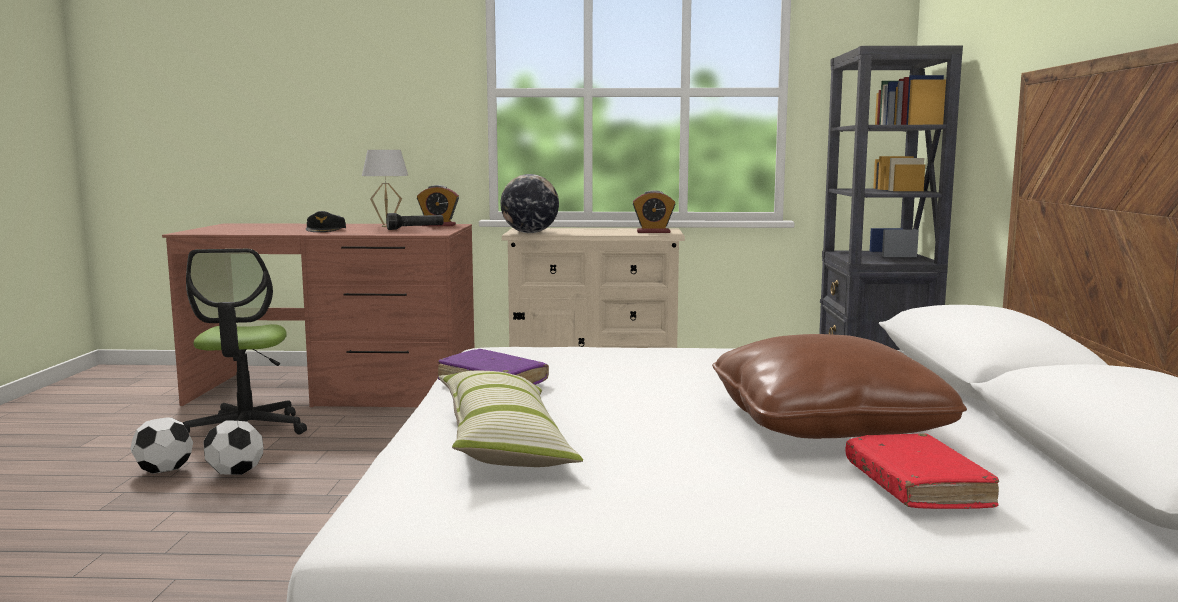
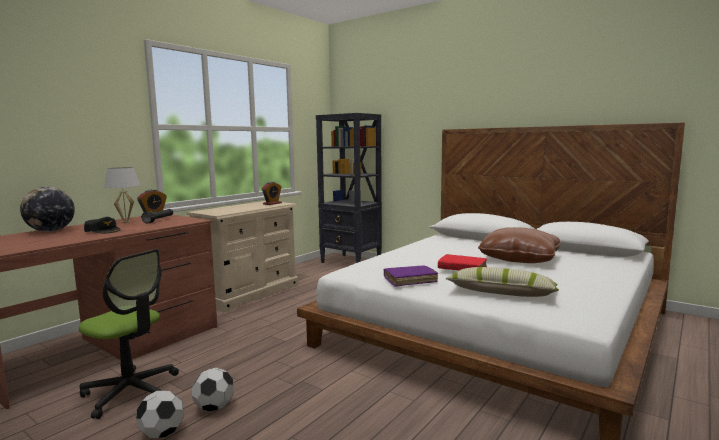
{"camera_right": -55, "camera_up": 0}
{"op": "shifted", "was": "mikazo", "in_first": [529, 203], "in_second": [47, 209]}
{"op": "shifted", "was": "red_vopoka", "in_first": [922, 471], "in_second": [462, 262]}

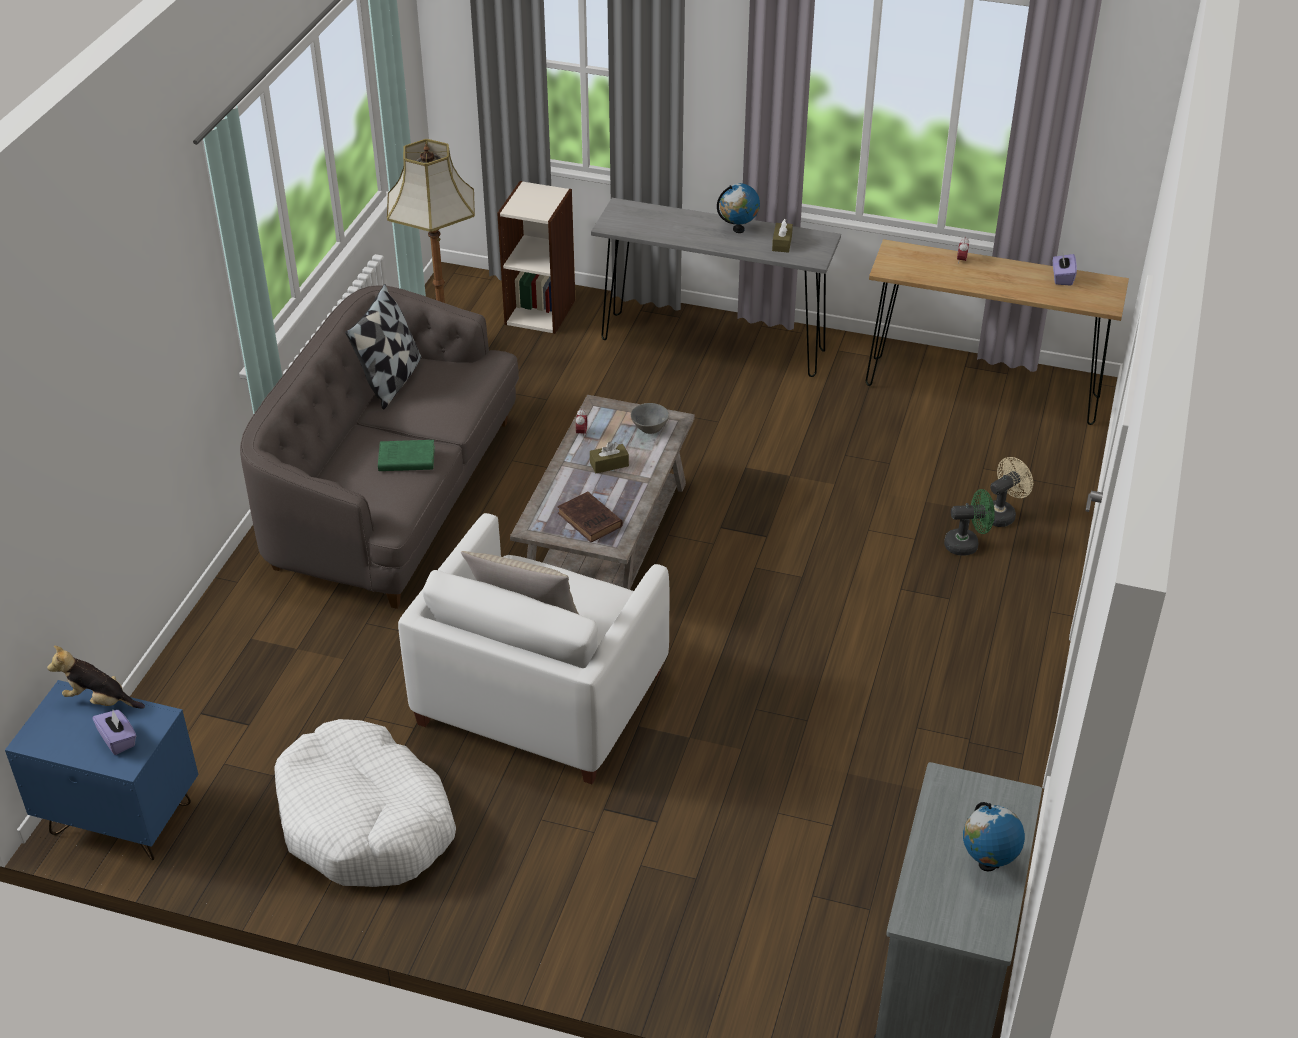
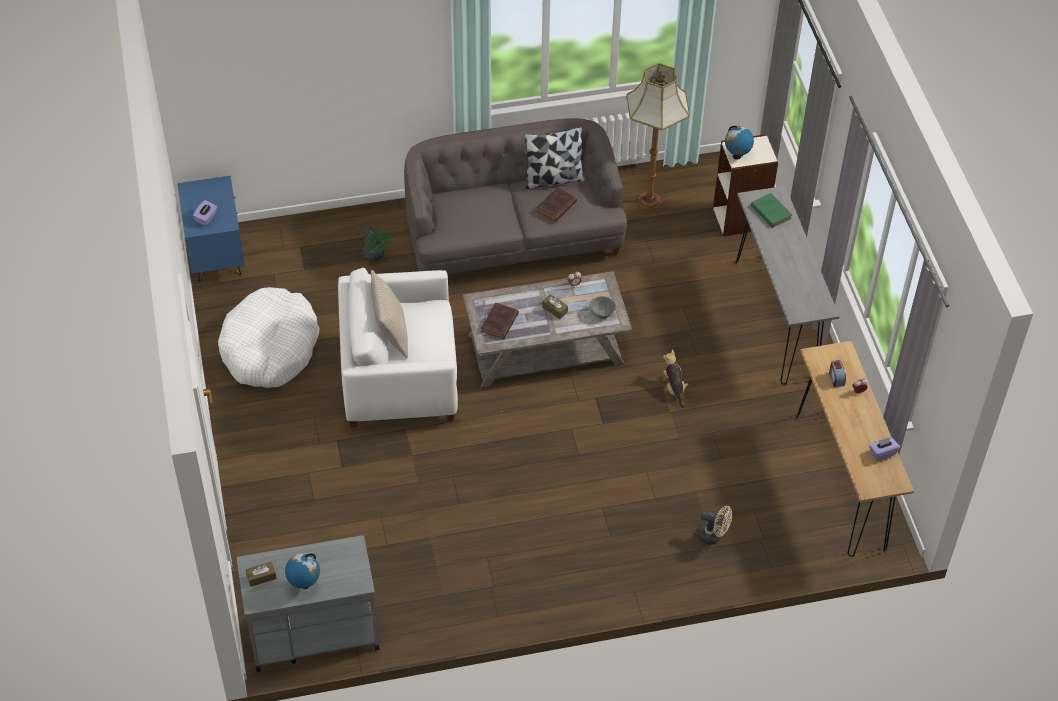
{"camera_right": 60, "camera_up": 10}
{"op": "new", "now": "brown_vopoka", "in_second": [557, 204]}
{"op": "new", "now": "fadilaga", "in_second": [837, 374]}
{"op": "shifted", "was": "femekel", "in_first": [96, 677], "in_second": [675, 378]}
{"op": "shifted", "was": "green_vopoka", "in_first": [406, 455], "in_second": [771, 210]}
{"op": "shifted", "was": "mikazo", "in_first": [738, 208], "in_second": [739, 142]}
{"op": "shifted", "was": "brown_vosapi", "in_first": [782, 236], "in_second": [261, 574]}
{"op": "shifted", "was": "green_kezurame", "in_first": [969, 522], "in_second": [376, 244]}

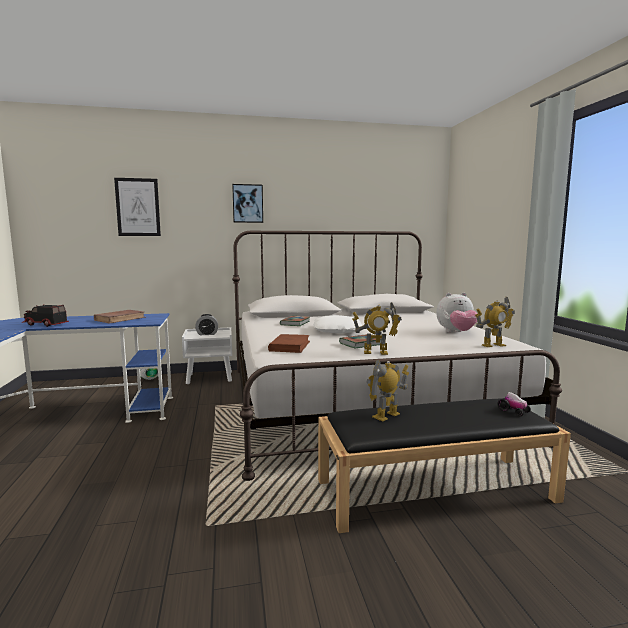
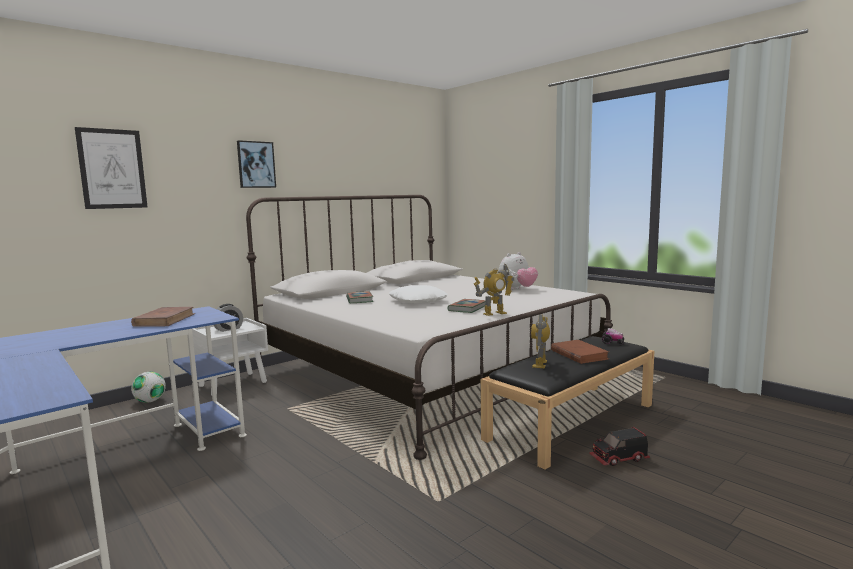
{"camera_right": -30, "camera_up": 0}
{"op": "gone", "was": "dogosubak", "in_first": [495, 322]}
{"op": "shifted", "was": "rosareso", "in_first": [45, 315], "in_second": [619, 446]}
{"op": "shifted", "was": "brown_vopoka", "in_first": [289, 343], "in_second": [580, 352]}

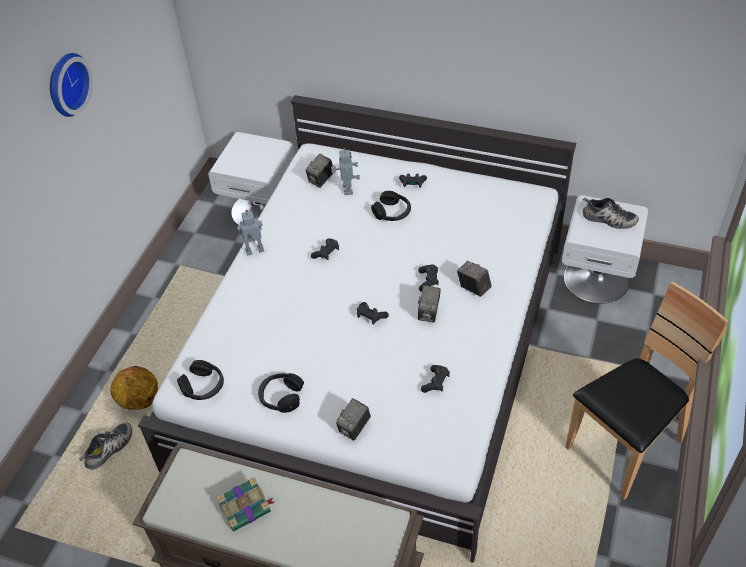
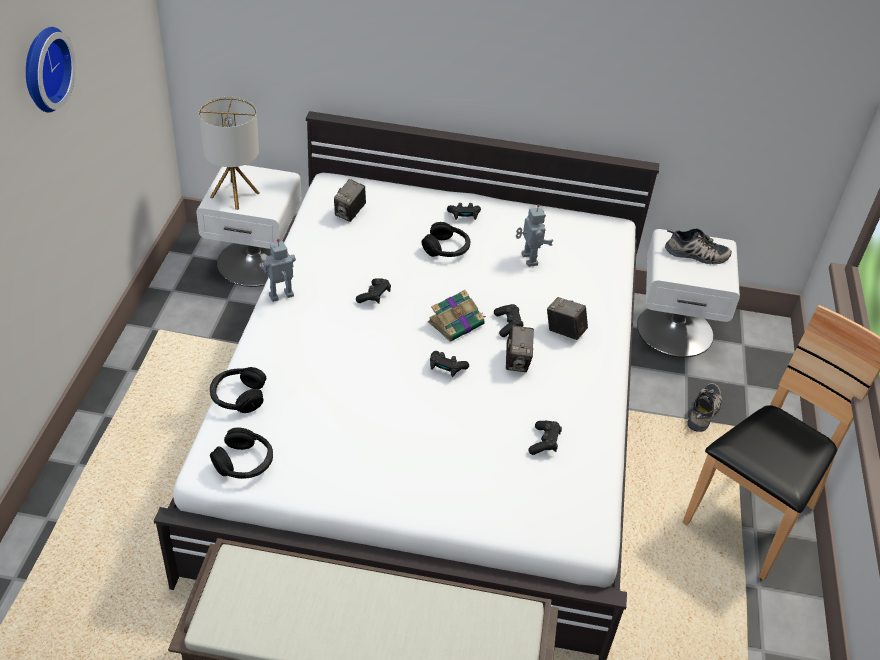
{"camera_right": -15, "camera_up": -5}
{"op": "gone", "was": "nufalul", "in_first": [134, 388]}
{"op": "gone", "was": "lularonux", "in_first": [353, 419]}
{"op": "new", "now": "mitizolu", "in_second": [229, 153]}
{"op": "shifted", "was": "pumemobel", "in_first": [105, 445], "in_second": [704, 407]}
{"op": "shifted", "was": "vopoka", "in_first": [246, 504], "in_second": [457, 316]}
{"op": "shifted", "was": "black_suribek", "in_first": [281, 393], "in_second": [238, 390]}
{"op": "shifted", "was": "dogosubak", "in_first": [345, 171], "in_second": [534, 235]}

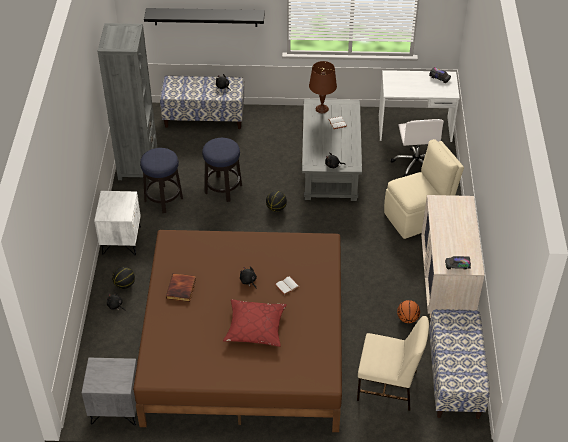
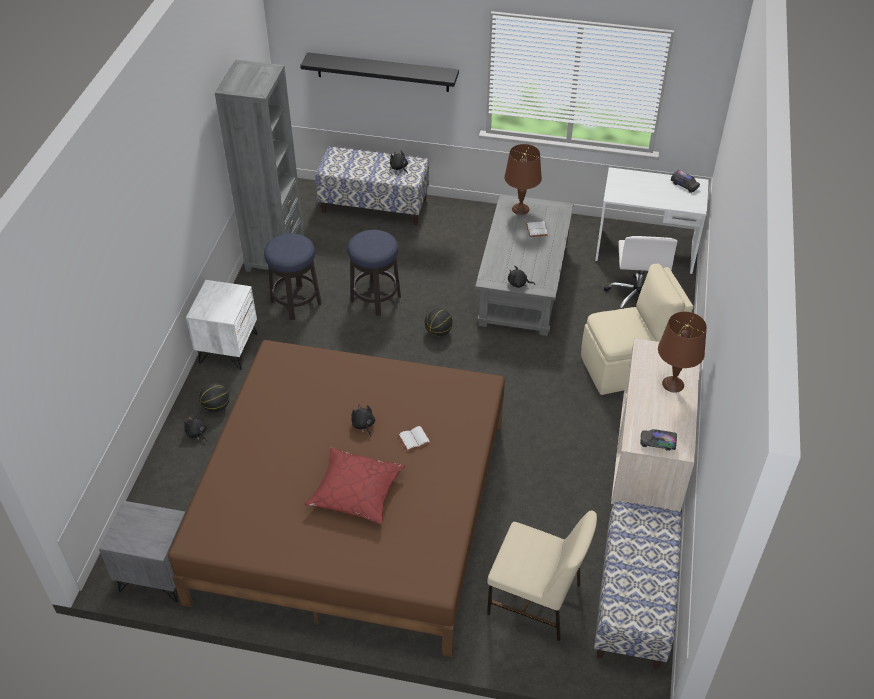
{"camera_right": 10, "camera_up": 0}
{"op": "gone", "was": "vopoka", "in_first": [181, 287]}
{"op": "gone", "was": "nufalul", "in_first": [408, 311]}
{"op": "new", "now": "brown_mitizolu", "in_second": [682, 352]}

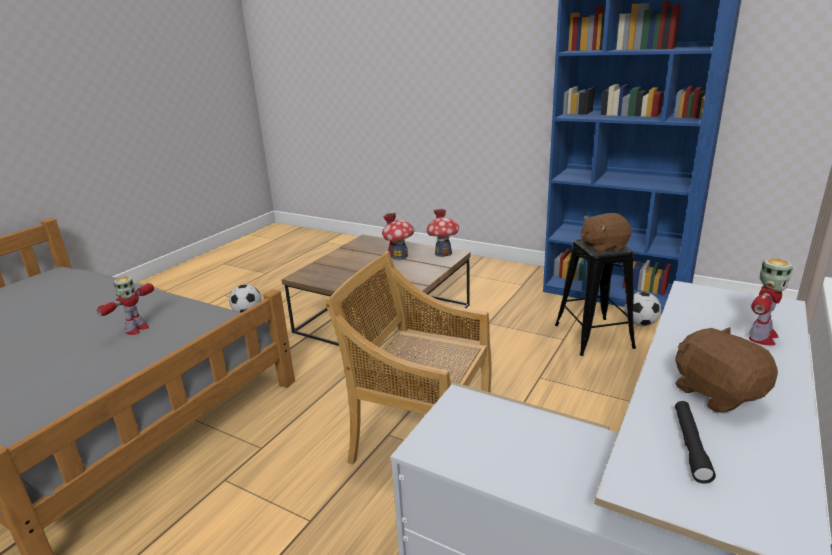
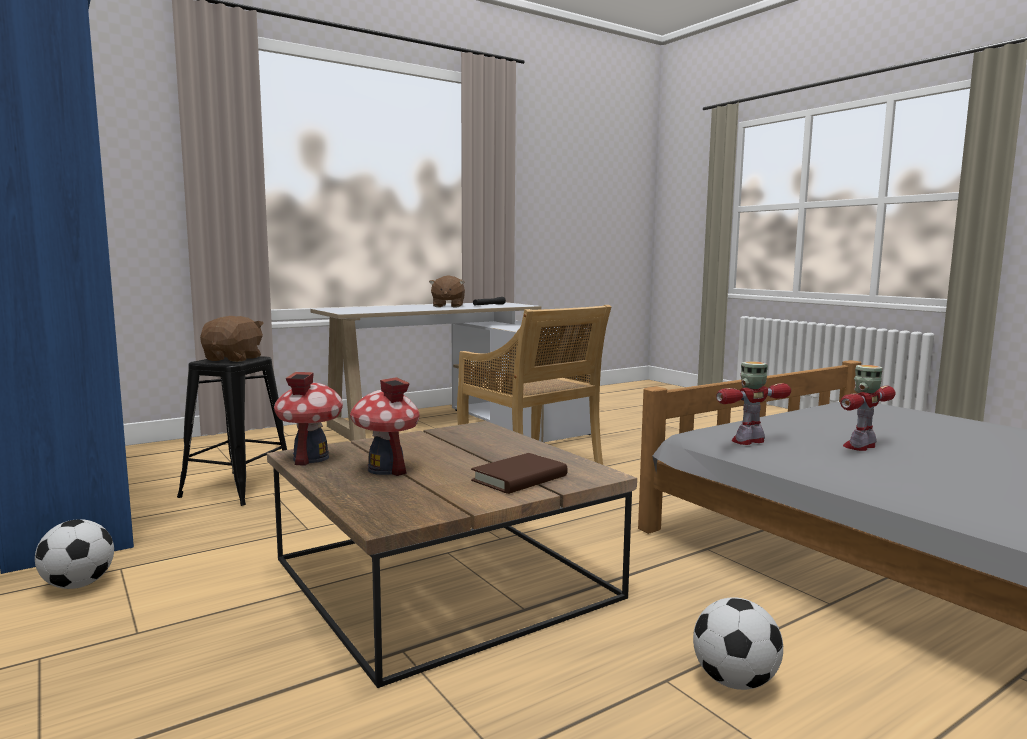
{"camera_right": -155, "camera_up": -15}
{"op": "new", "now": "brown_vopoka", "in_second": [519, 473]}
{"op": "shifted", "was": "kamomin", "in_first": [642, 309], "in_second": [74, 554]}
{"op": "shifted", "was": "dogosubak", "in_first": [771, 301], "in_second": [753, 403]}
{"op": "rotated", "was": "brown_femekel", "in_first": [606, 233], "in_second": [232, 339], "clockwise": -90}

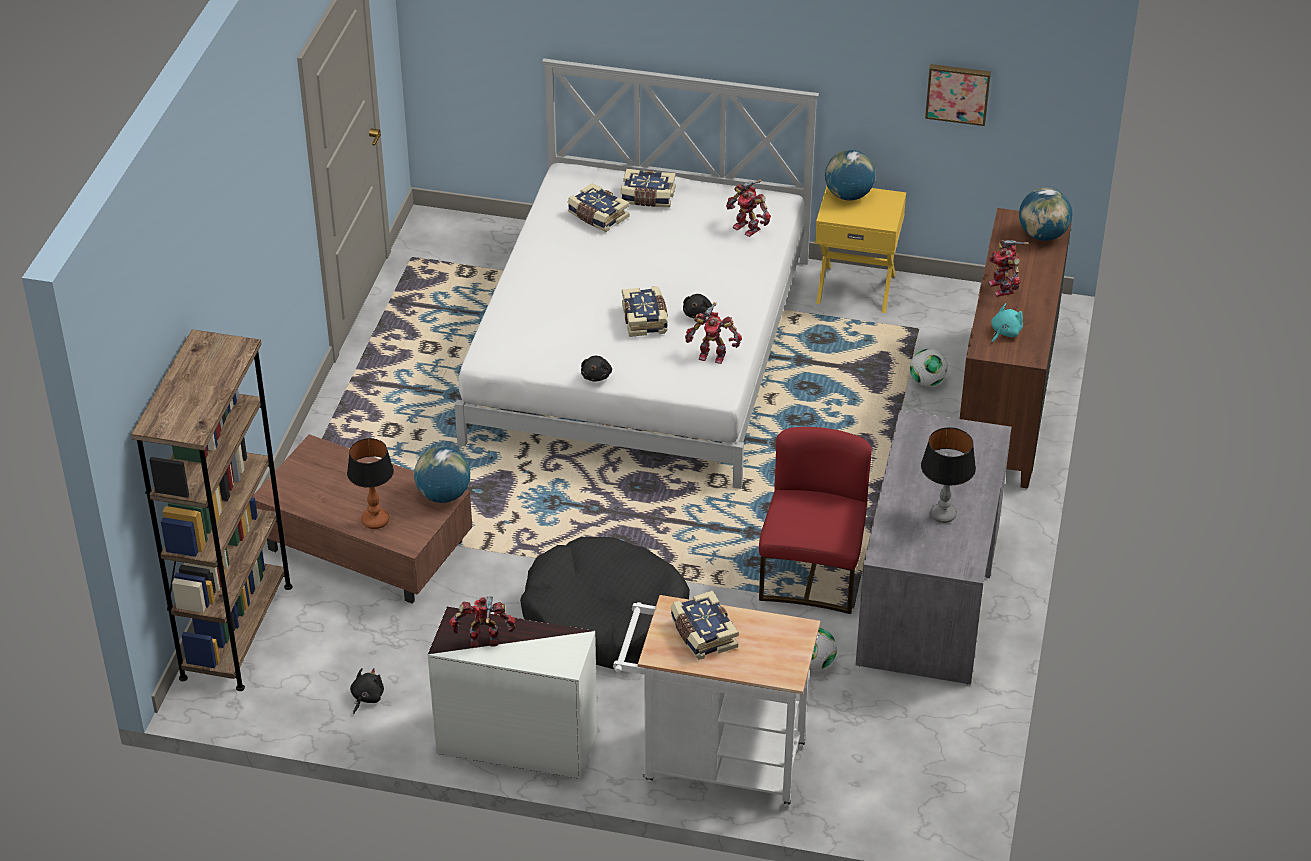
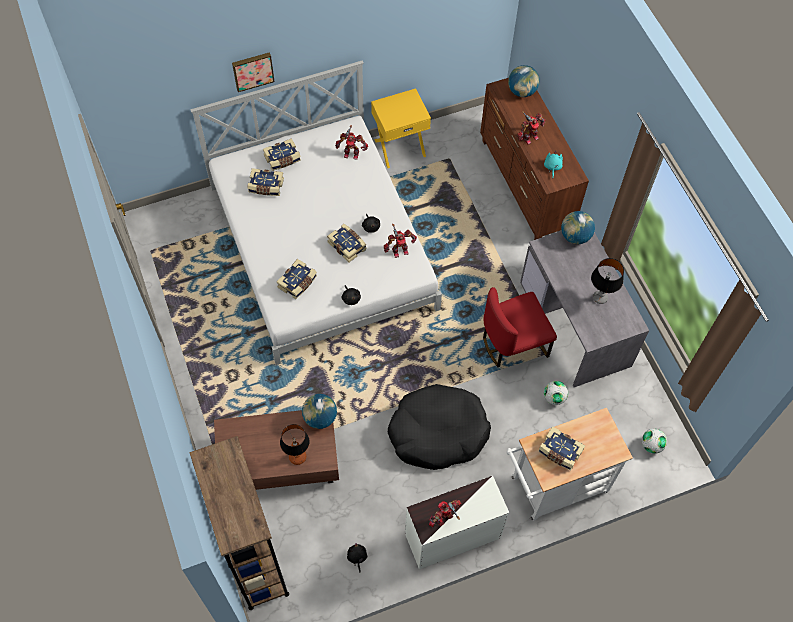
{"camera_right": -35, "camera_up": 20}
{"op": "new", "now": "vopoka", "in_second": [297, 279]}
{"op": "shifted", "was": "mikazo", "in_first": [850, 175], "in_second": [578, 227]}
{"op": "shifted", "was": "kamomin", "in_first": [929, 367], "in_second": [654, 441]}
{"op": "shifted", "was": "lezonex", "in_first": [958, 95], "in_second": [253, 72]}
{"op": "rotated", "was": "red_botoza", "in_first": [815, 520], "in_second": [520, 327], "clockwise": -90}
{"op": "rotated", "was": "dogosubak", "in_first": [1008, 268], "in_second": [531, 128], "clockwise": -75}

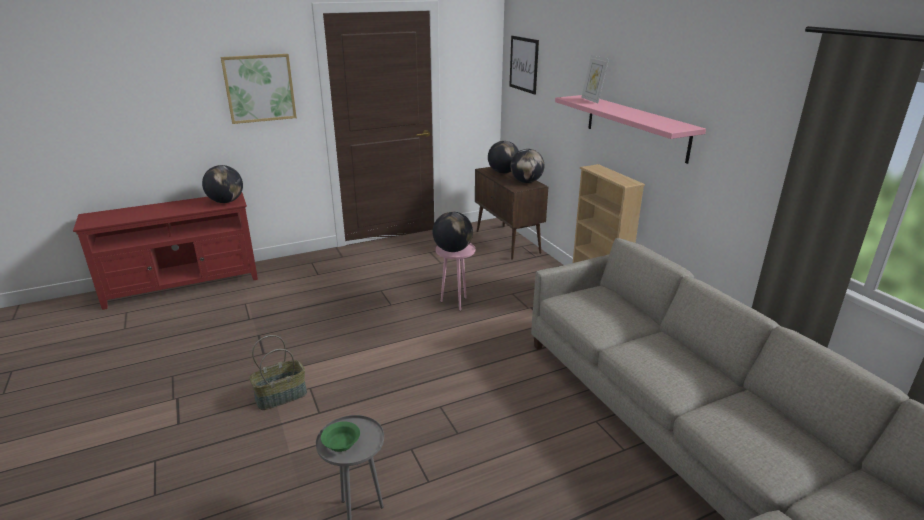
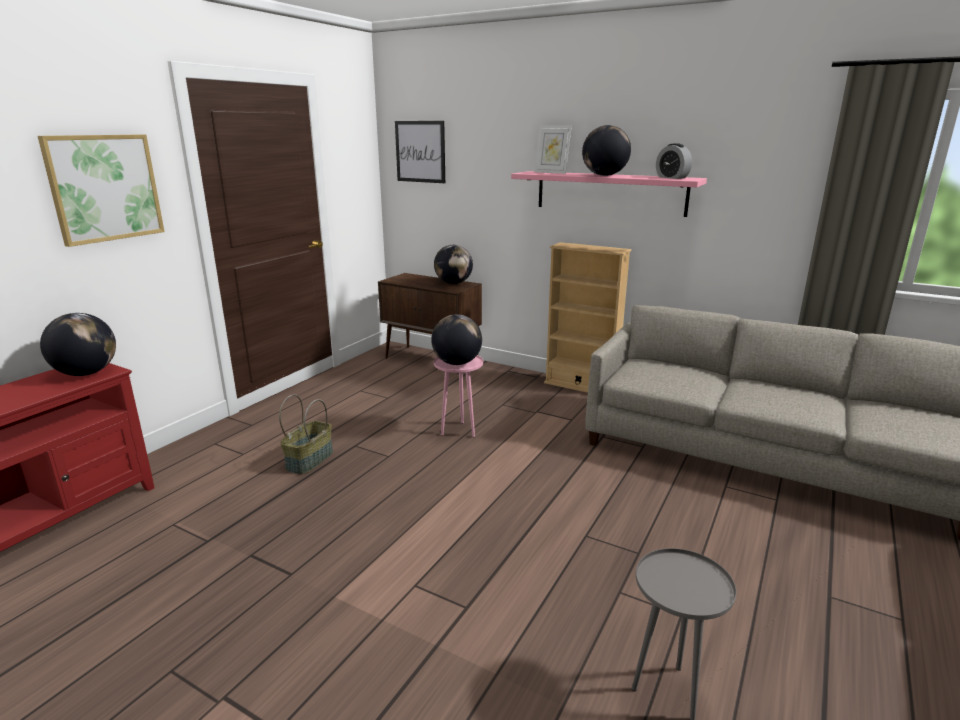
{"camera_right": -35, "camera_up": -5}
{"op": "gone", "was": "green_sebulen", "in_first": [340, 437]}
{"op": "new", "now": "fadilaga", "in_second": [674, 161]}
{"op": "shifted", "was": "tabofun", "in_first": [278, 372], "in_second": [306, 434]}
{"op": "shifted", "was": "mikazo", "in_first": [503, 157], "in_second": [606, 150]}

